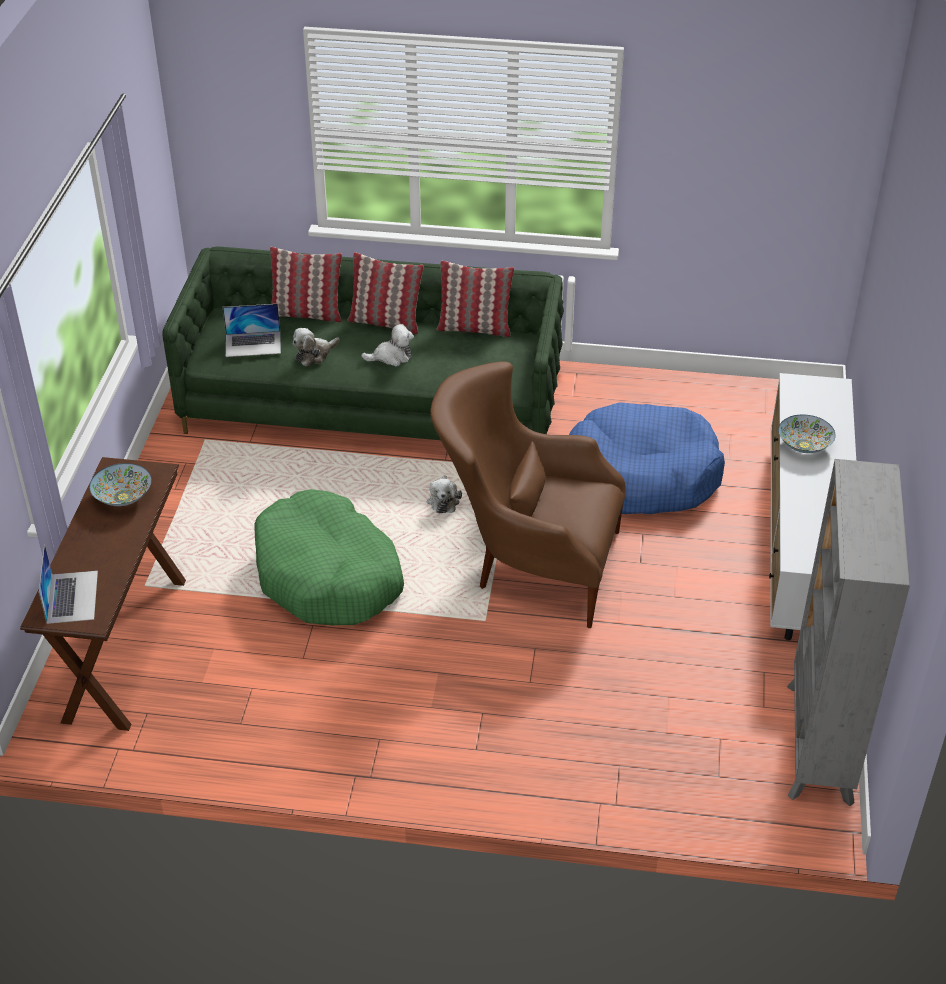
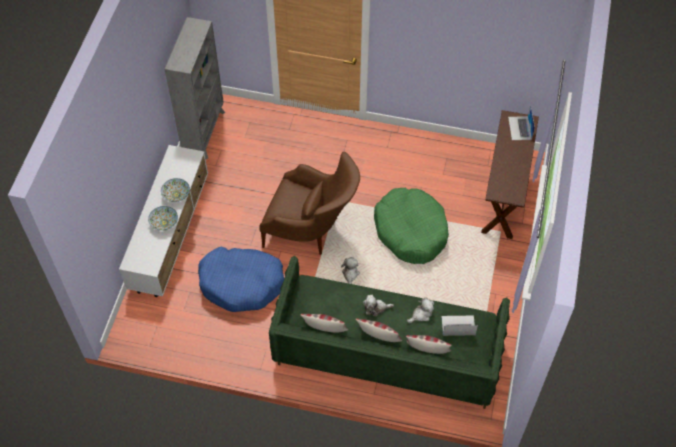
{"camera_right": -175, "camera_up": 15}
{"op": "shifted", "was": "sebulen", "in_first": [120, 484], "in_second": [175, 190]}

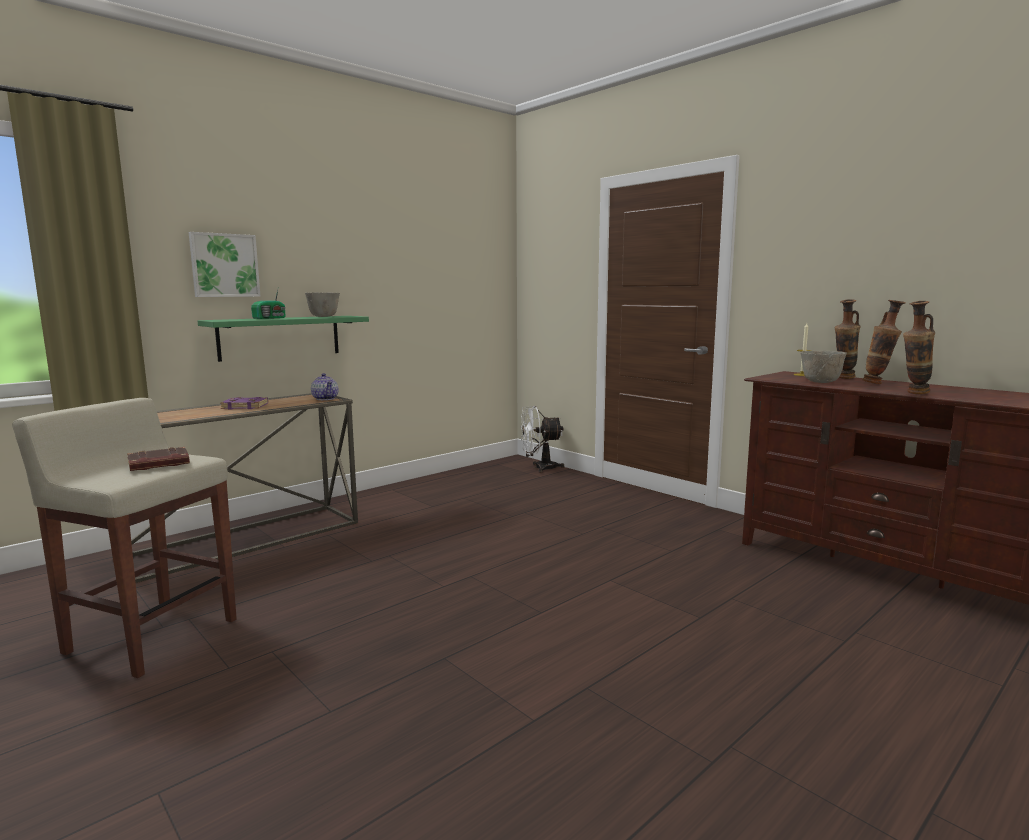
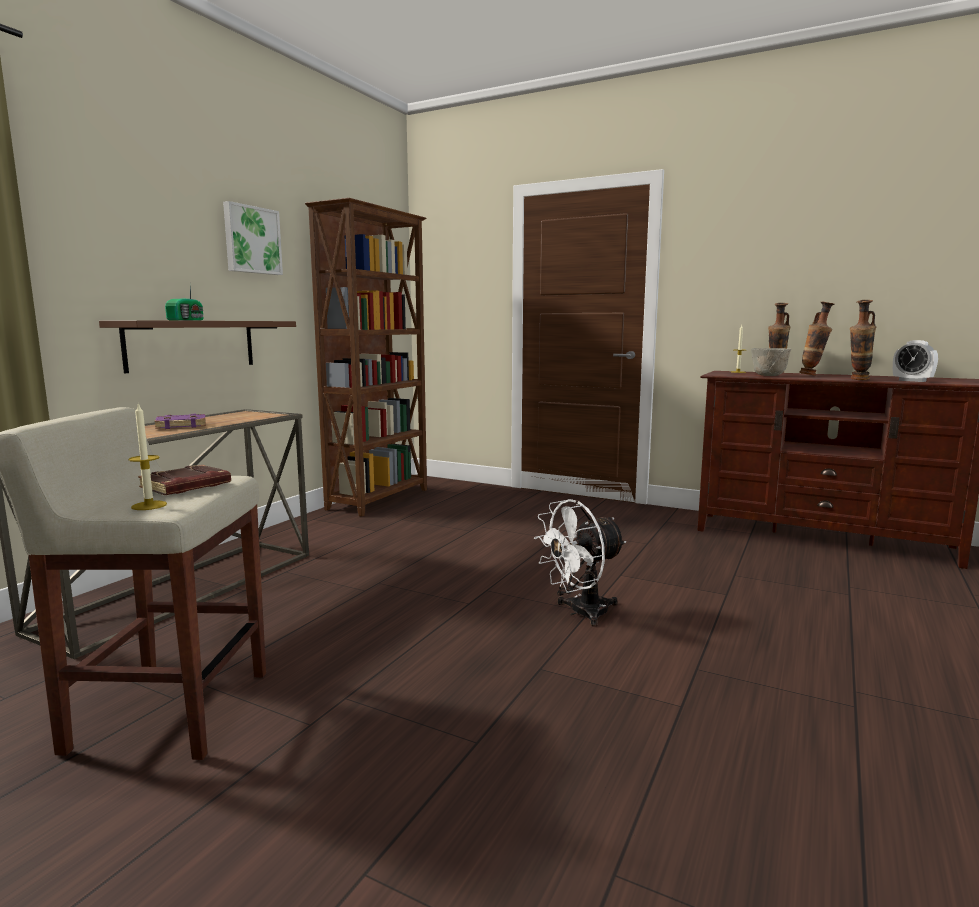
{"camera_right": -20, "camera_up": 0}
{"op": "gone", "was": "grey_sebulen", "in_first": [322, 304]}
{"op": "gone", "was": "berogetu", "in_first": [324, 386]}
{"op": "new", "now": "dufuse", "in_second": [148, 456]}
{"op": "new", "now": "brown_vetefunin", "in_second": [366, 357]}
{"op": "new", "now": "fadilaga", "in_second": [915, 361]}
{"op": "shifted", "was": "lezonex", "in_first": [224, 264], "in_second": [253, 238]}
{"op": "shifted", "was": "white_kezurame", "in_first": [542, 439], "in_second": [580, 563]}
{"op": "repainted", "was": "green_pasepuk", "now": "brown_pasepuk", "in_first": [283, 339], "in_second": [197, 346]}

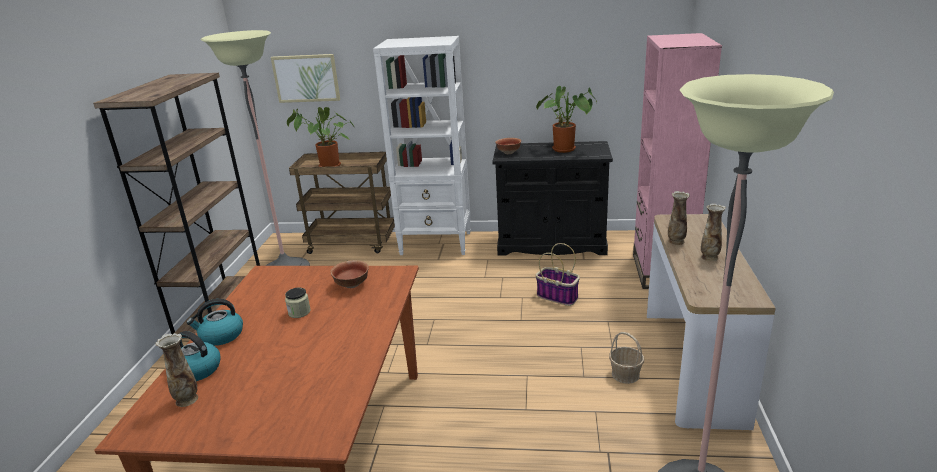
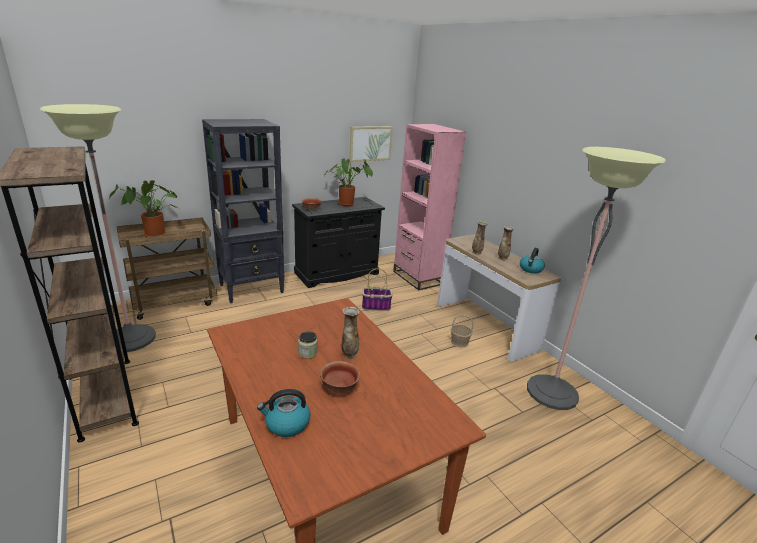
{"camera_right": -40, "camera_up": 0}
{"op": "shifted", "was": "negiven", "in_first": [177, 370], "in_second": [350, 333]}
{"op": "shifted", "was": "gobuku", "in_first": [214, 322], "in_second": [532, 260]}
{"op": "shifted", "was": "lezonex", "in_first": [305, 78], "in_second": [371, 144]}
{"op": "shifted", "was": "sebulen", "in_first": [349, 274], "in_second": [340, 377]}
{"op": "repainted", "was": "white_vetefunin", "now": "black_vetefunin", "in_first": [422, 145], "in_second": [243, 211]}

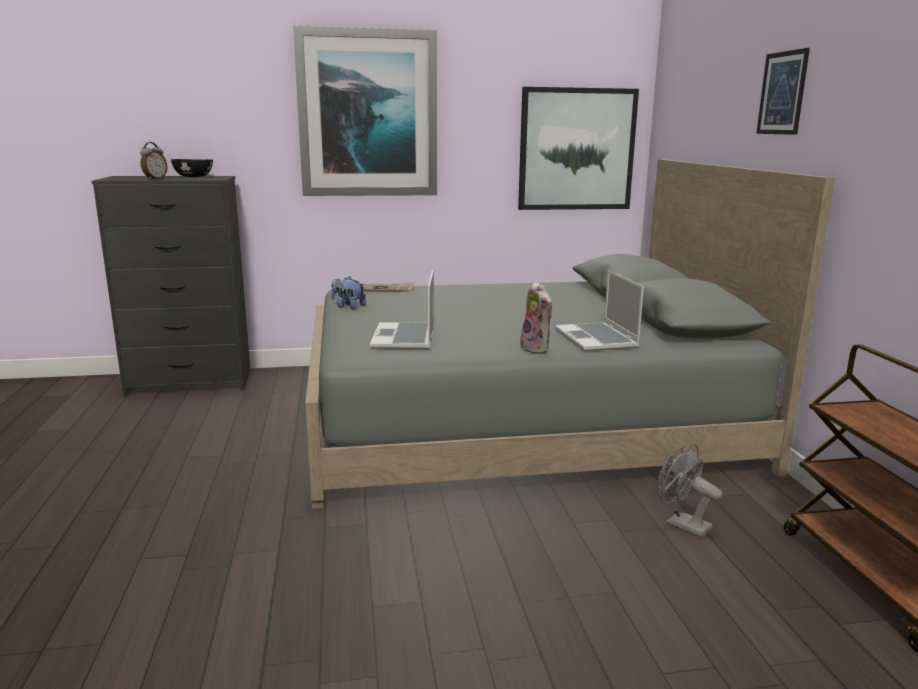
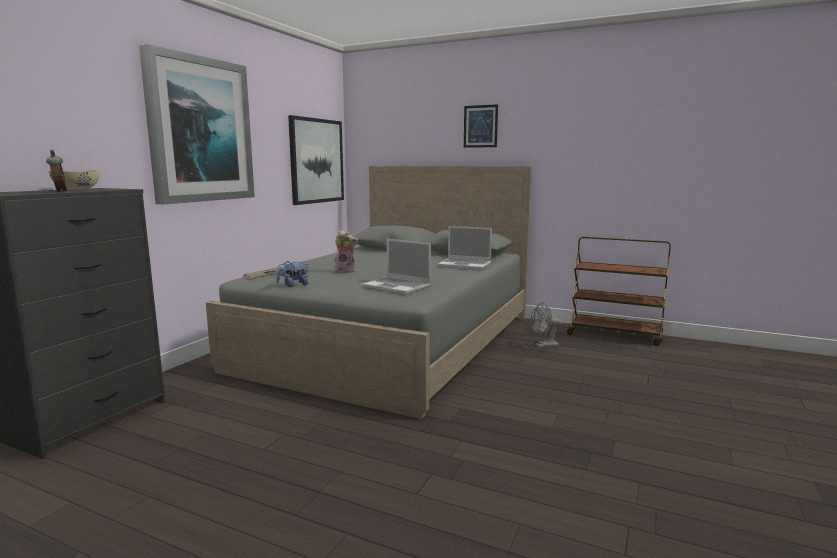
{"camera_right": -55, "camera_up": -5}
{"op": "shifted", "was": "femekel", "in_first": [536, 317], "in_second": [346, 251]}
{"op": "repainted", "was": "black_sebulen", "now": "beige_sebulen", "in_first": [192, 168], "in_second": [74, 180]}

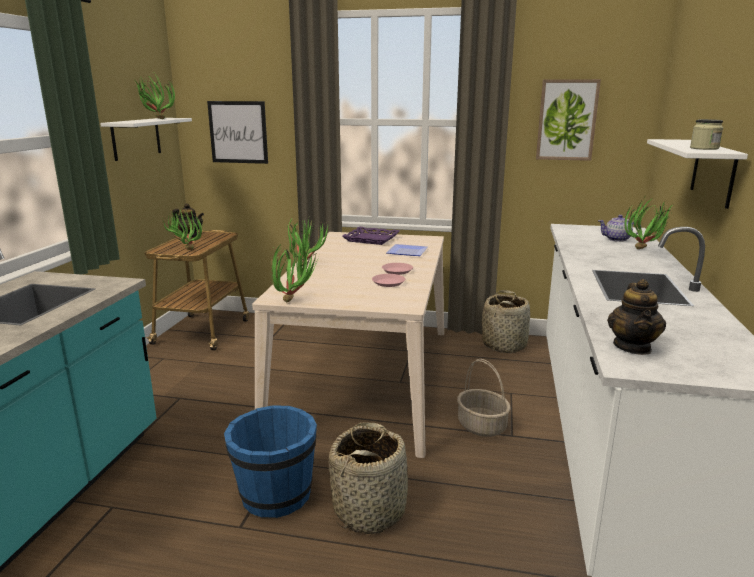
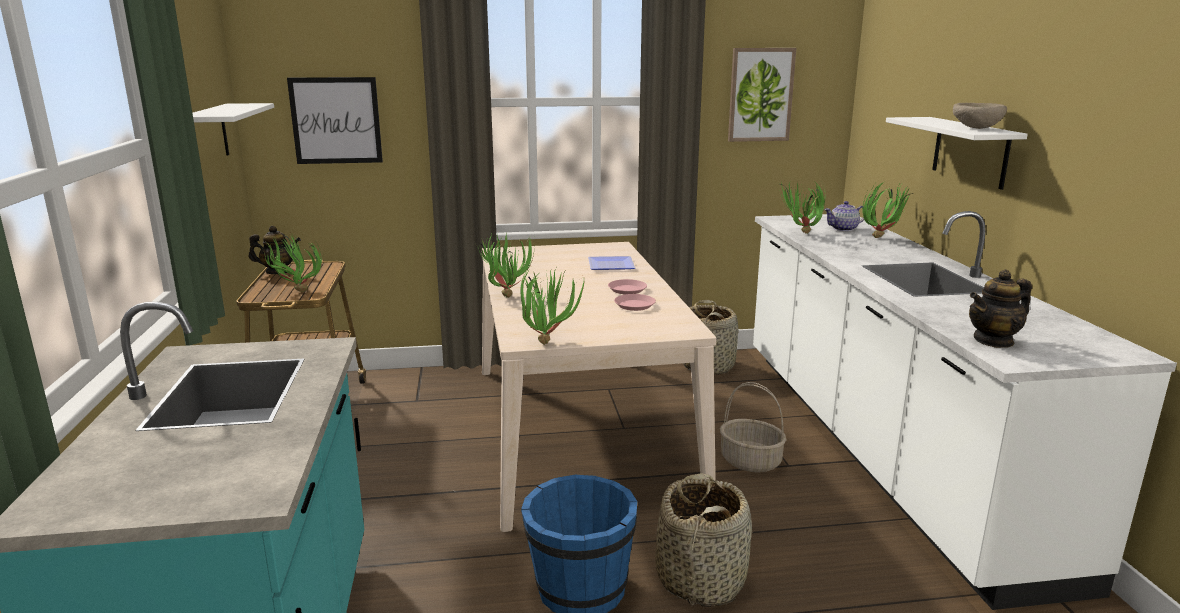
{"camera_right": -20, "camera_up": 0}
{"op": "gone", "was": "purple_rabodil", "in_first": [371, 236]}
{"op": "shifted", "was": "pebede", "in_first": [155, 96], "in_second": [801, 207]}
{"op": "swapped", "was": "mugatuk", "now": "beige_sebulen", "in_first": [706, 134], "in_second": [980, 116]}
{"op": "rotated", "was": "berogetu", "in_first": [636, 317], "in_second": [1000, 308], "clockwise": 75}

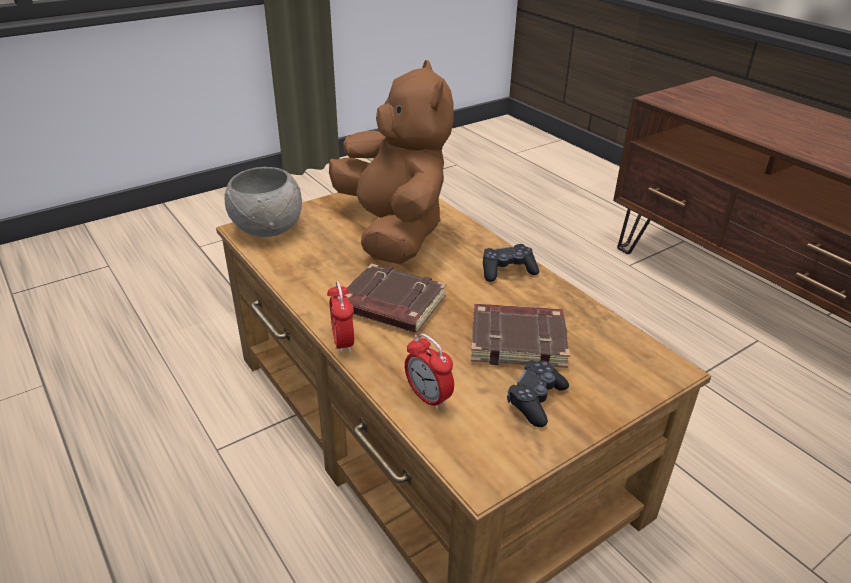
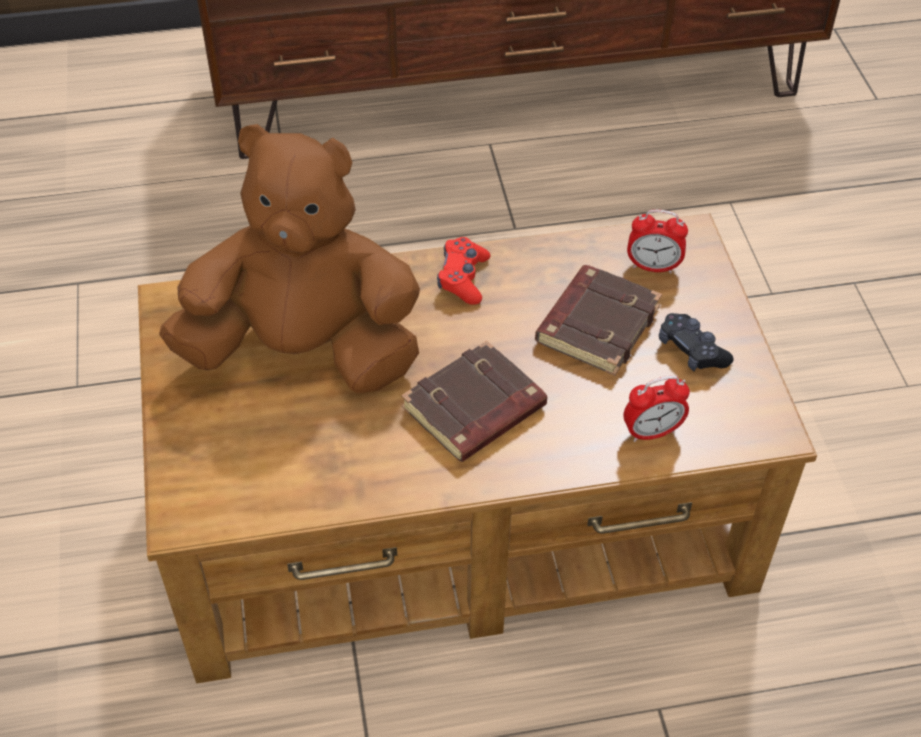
{"camera_right": -65, "camera_up": 15}
{"op": "gone", "was": "grey_sebulen", "in_first": [263, 202]}
{"op": "shifted", "was": "fadilaga", "in_first": [340, 317], "in_second": [657, 241]}
{"op": "repainted", "was": "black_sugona", "now": "red_sugona", "in_first": [511, 263], "in_second": [463, 271]}

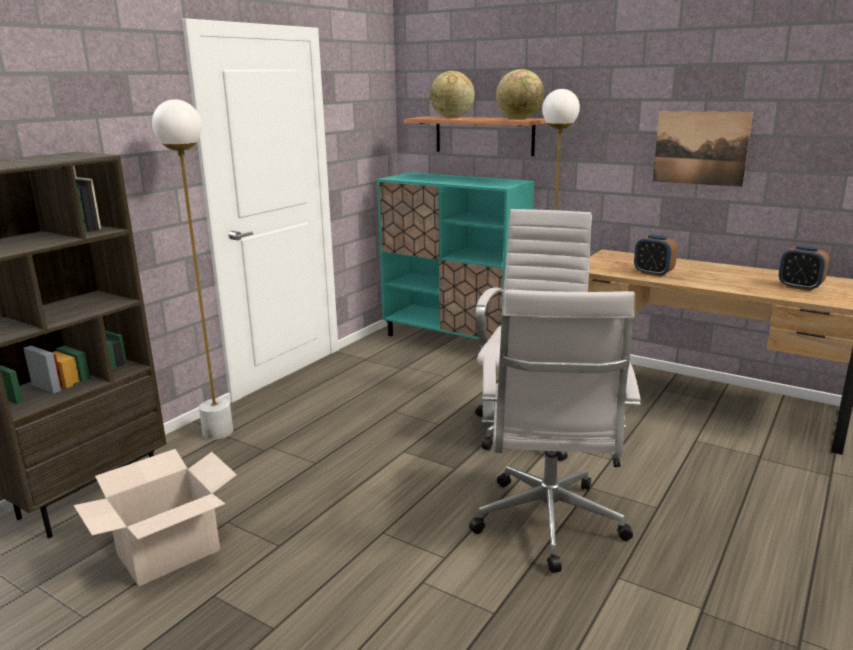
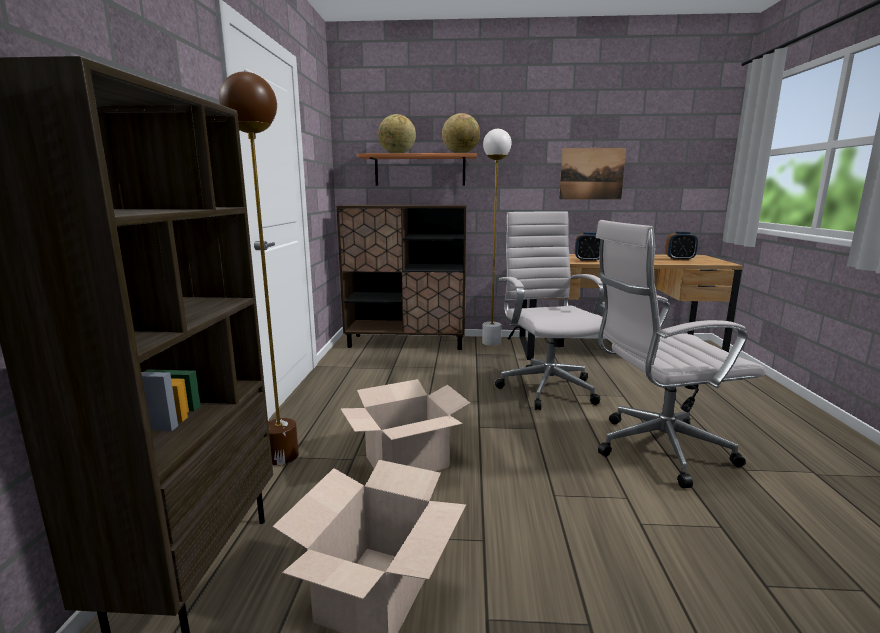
{"camera_right": -30, "camera_up": -5}
{"op": "new", "now": "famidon", "in_second": [405, 425]}
{"op": "repainted", "was": "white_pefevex", "now": "brown_pefevex", "in_first": [192, 269], "in_second": [259, 268]}
{"op": "repainted", "was": "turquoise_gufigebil", "now": "brown_gufigebil", "in_first": [455, 256], "in_second": [401, 277]}
{"op": "rotated", "was": "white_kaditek", "in_first": [555, 431], "in_second": [681, 354], "clockwise": 105}

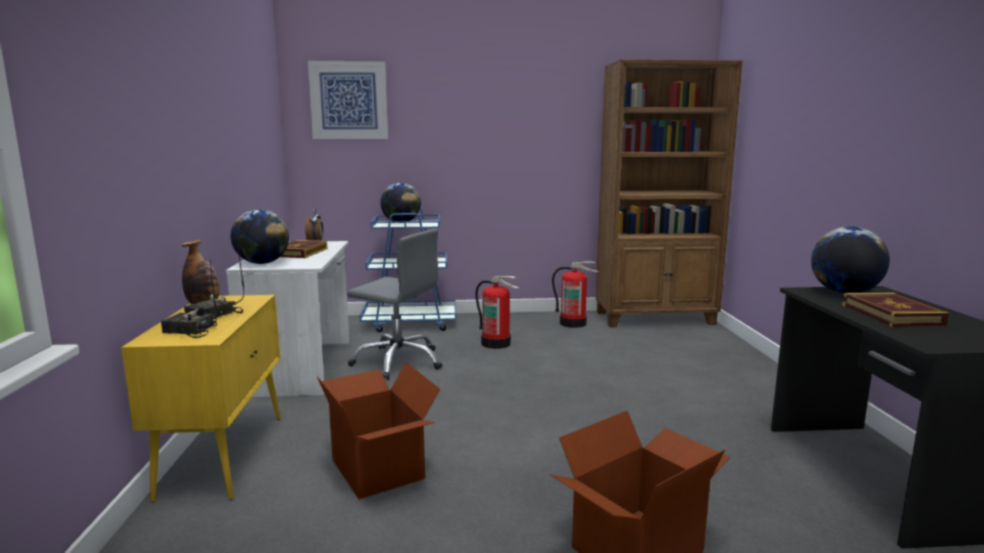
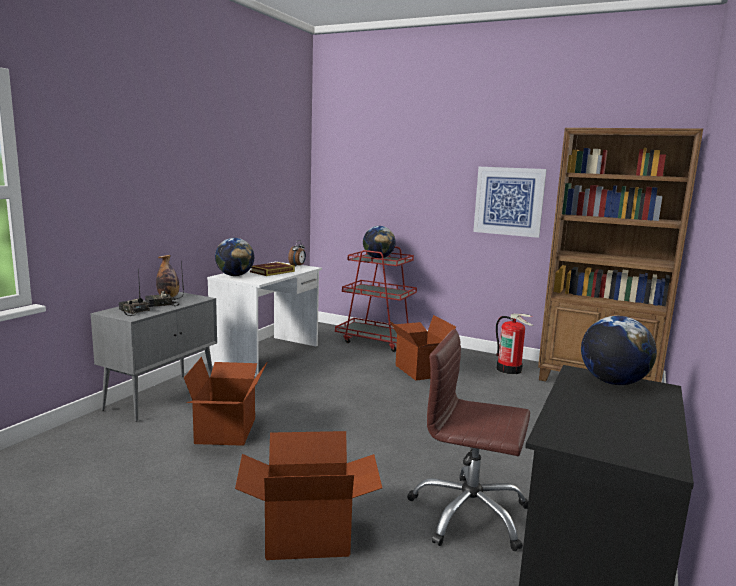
{"camera_right": 30, "camera_up": 0}
{"op": "gone", "was": "grey_kaditek", "in_first": [394, 304]}
{"op": "gone", "was": "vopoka", "in_first": [895, 310]}
{"op": "new", "now": "brown_kaditek", "in_second": [468, 440]}
{"op": "shifted", "was": "lezonex", "in_first": [348, 100], "in_second": [510, 202]}
{"op": "swapped", "was": "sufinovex", "now": "famidon", "in_first": [497, 312], "in_second": [422, 348]}
{"op": "repainted", "was": "yellow_gufigebil", "now": "grey_gufigebil", "in_first": [201, 399], "in_second": [154, 357]}
{"op": "repainted", "was": "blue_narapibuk", "now": "red_narapibuk", "in_first": [407, 270], "in_second": [376, 299]}

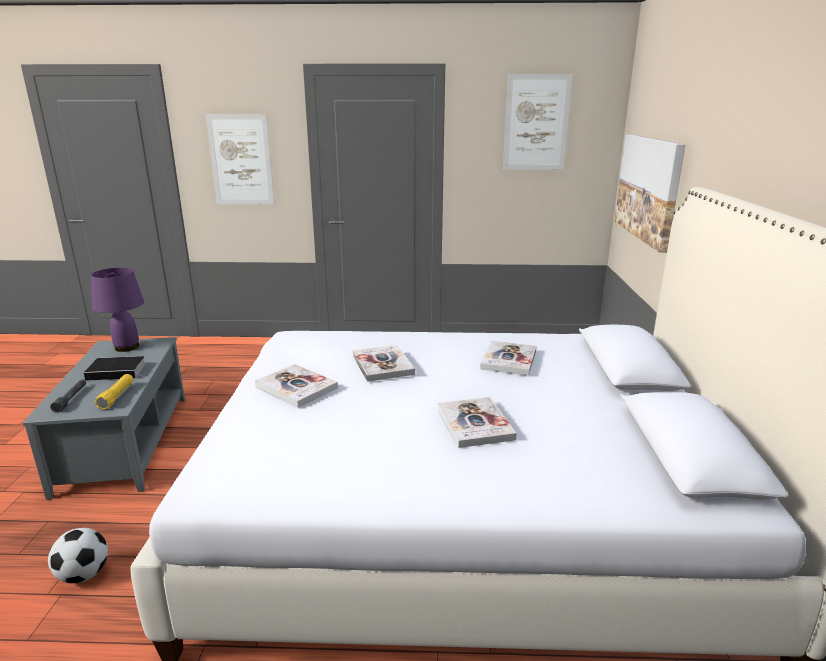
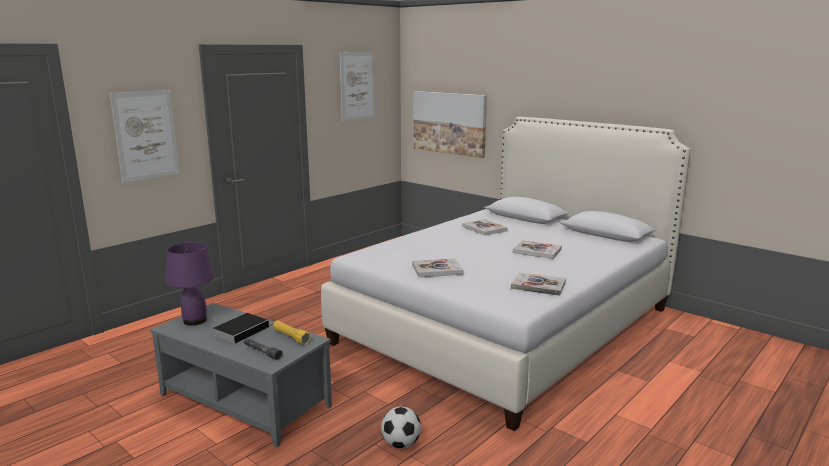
{"camera_right": -50, "camera_up": -5}
{"op": "shifted", "was": "vopoka", "in_first": [384, 363], "in_second": [538, 284]}

